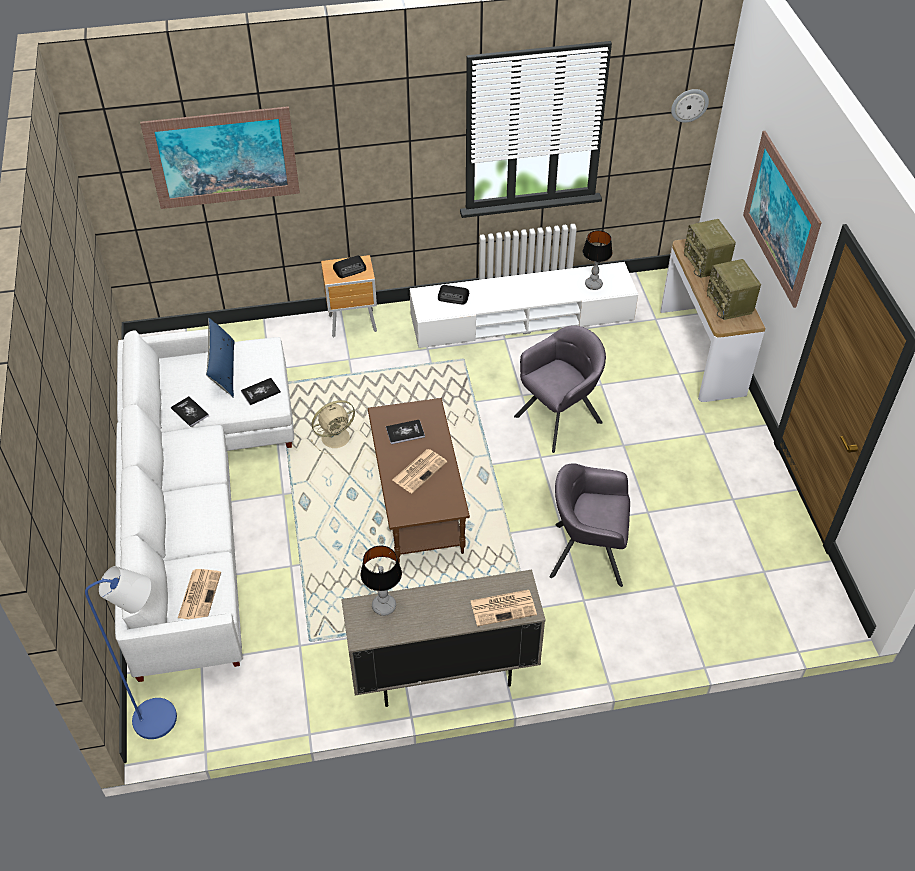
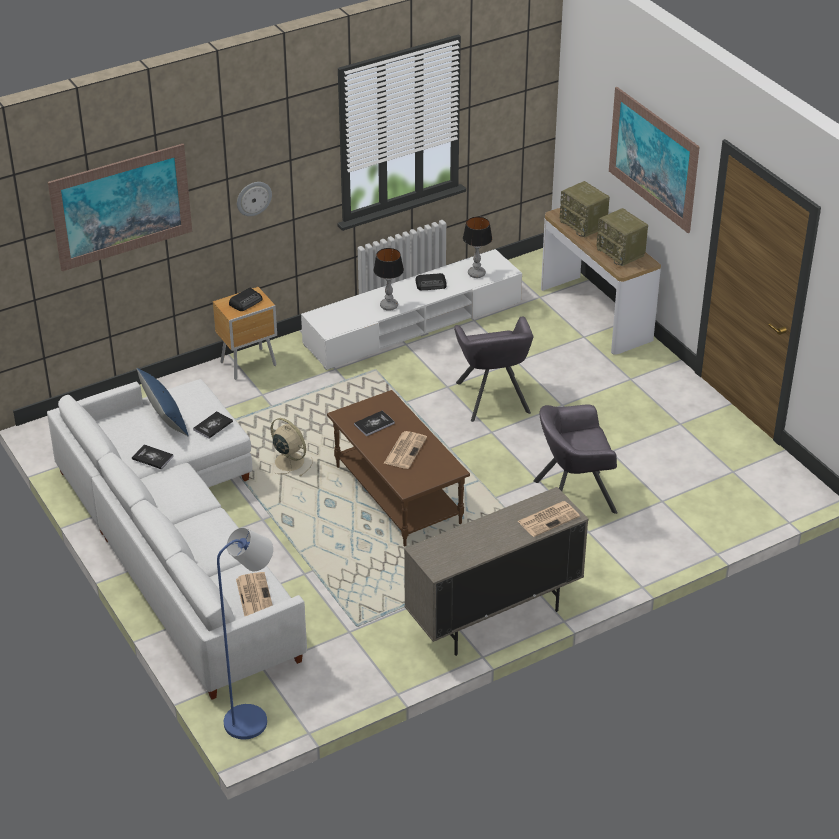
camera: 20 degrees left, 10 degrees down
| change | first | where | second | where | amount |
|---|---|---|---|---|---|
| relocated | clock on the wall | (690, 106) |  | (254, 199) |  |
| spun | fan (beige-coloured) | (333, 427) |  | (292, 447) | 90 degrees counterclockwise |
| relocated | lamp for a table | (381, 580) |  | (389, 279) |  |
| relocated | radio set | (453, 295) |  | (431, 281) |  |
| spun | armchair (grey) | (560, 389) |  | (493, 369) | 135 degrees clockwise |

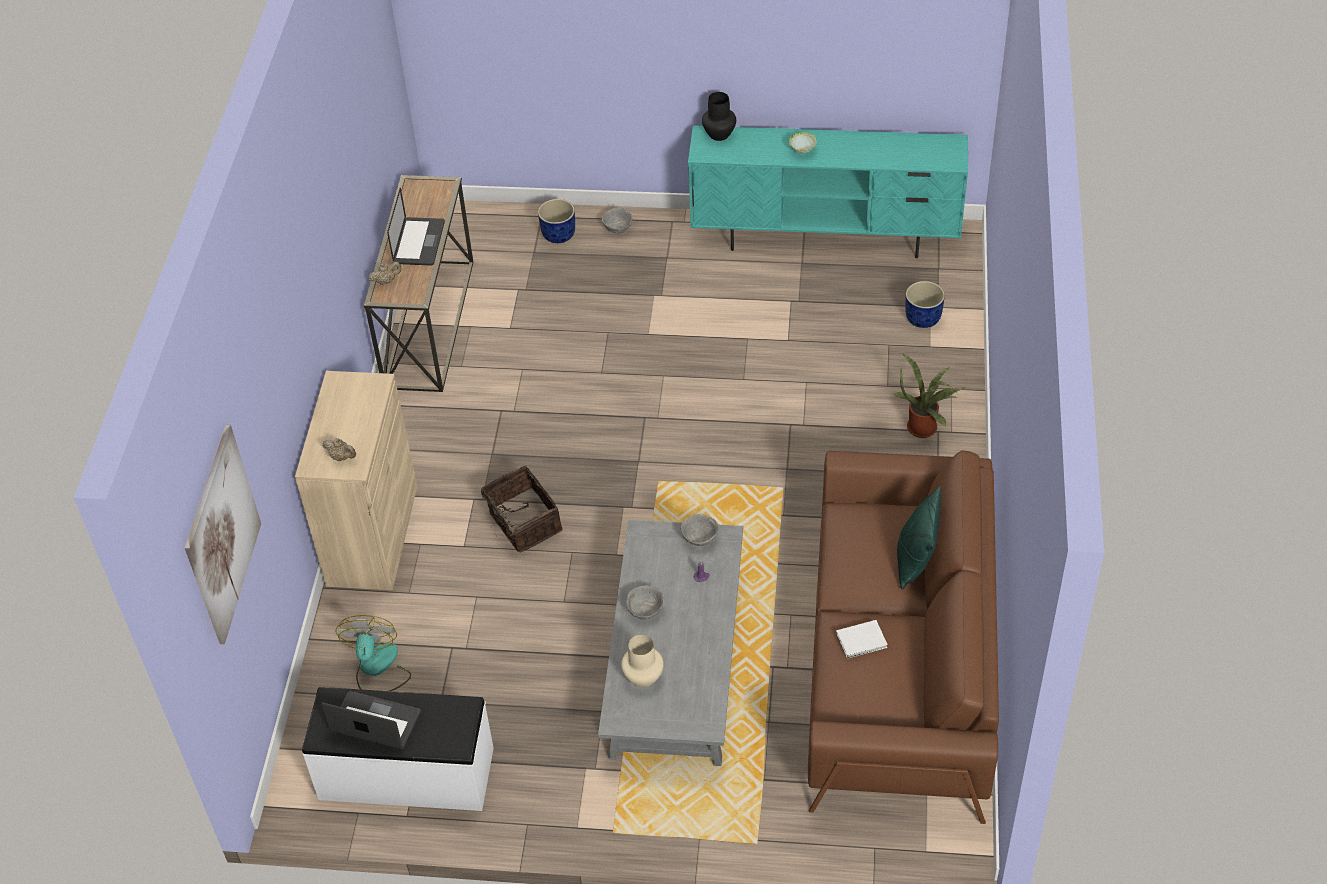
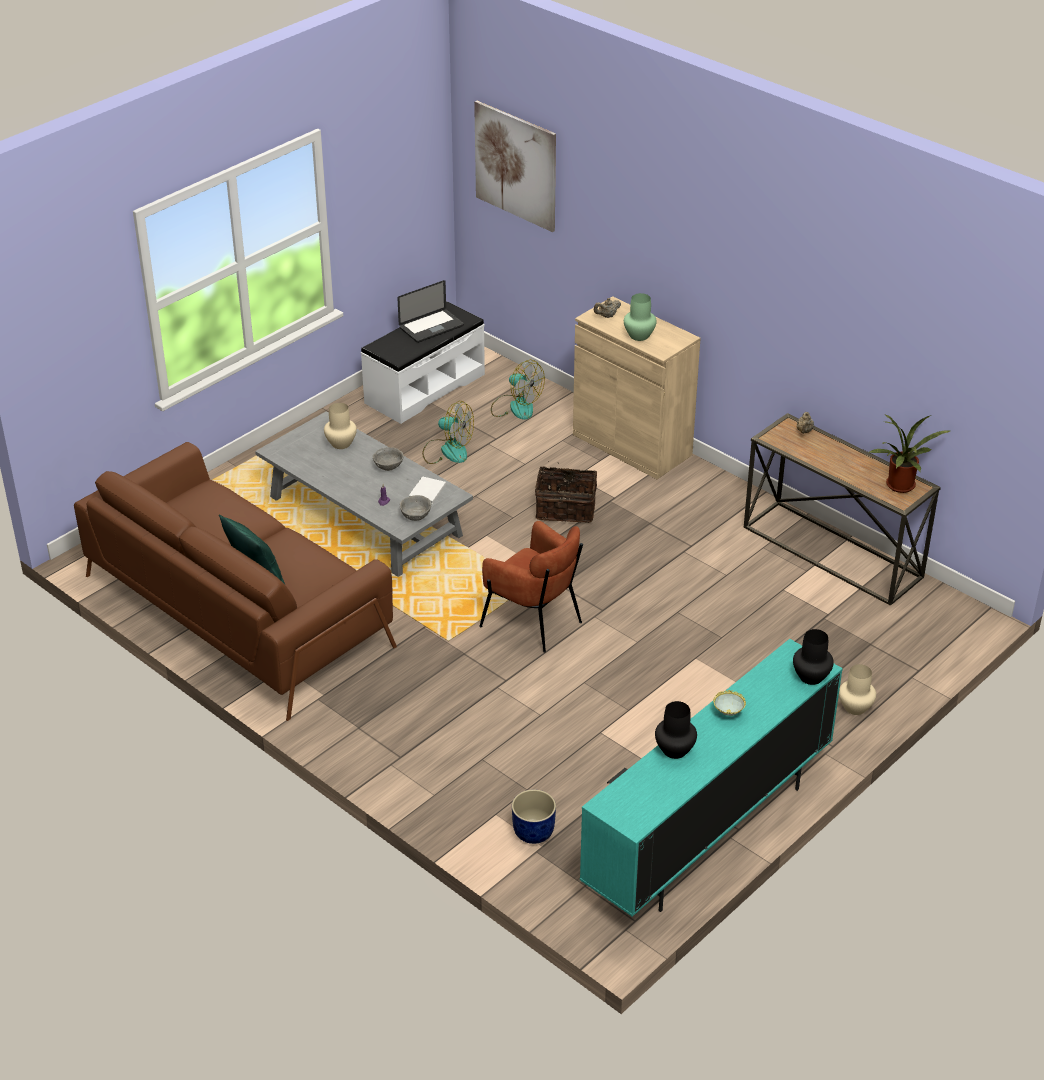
camera: 125 degrees right, 10 degrees down
| change | first | where | second | where | amount |
|---|---|---|---|---|---|
| relocated | volume (whitish) | (862, 639) |  | (427, 490) |  |
| appeared |  |  | fan | (448, 432) |  |
| appeared |  |  | armchair (brownish) | (531, 586) |  |
| appeared |  |  | decorative vase (green) | (640, 317) |  |
| appeared |  |  | decorative vase (black-coloured) | (676, 730) |  |
| exchanged | serving bowl (grey) | (617, 220) | decorative vase (beige-coloured) | (857, 689) |  |
| relocated | houseplant | (929, 395) |  | (909, 453) |  |
| missing | portable computer | (416, 227) |  |  |  |
| missing | flower pot (bluish) | (556, 221) |  |  |  |

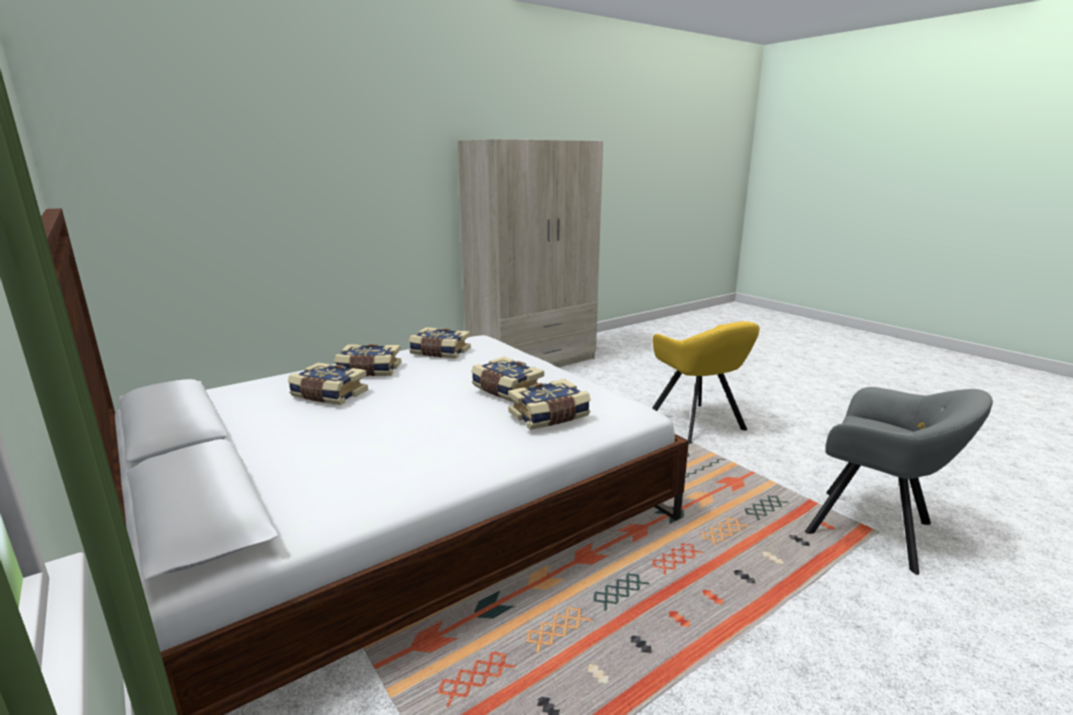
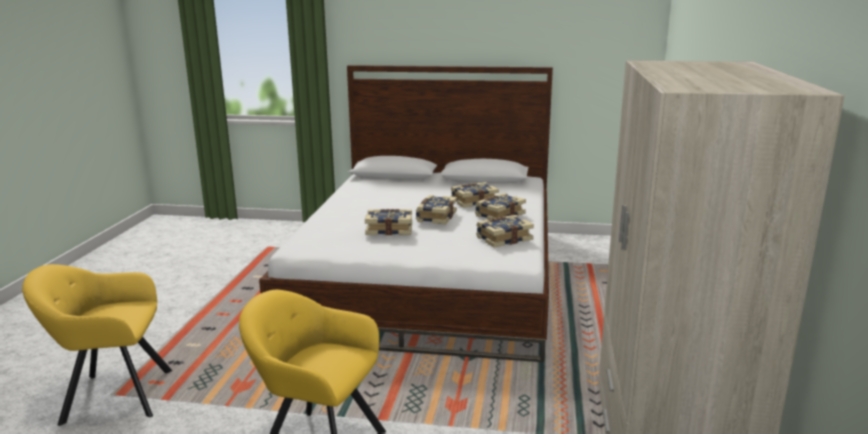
camera: 135 degrees right, 0 degrees up
| change | first | where | second | where | amount |
|---|---|---|---|---|---|
| colour | armchair (grey) | (899, 481) | armchair (yellow) | (97, 345) |  |
| relocated | volume | (549, 404) |  | (436, 209) |  |

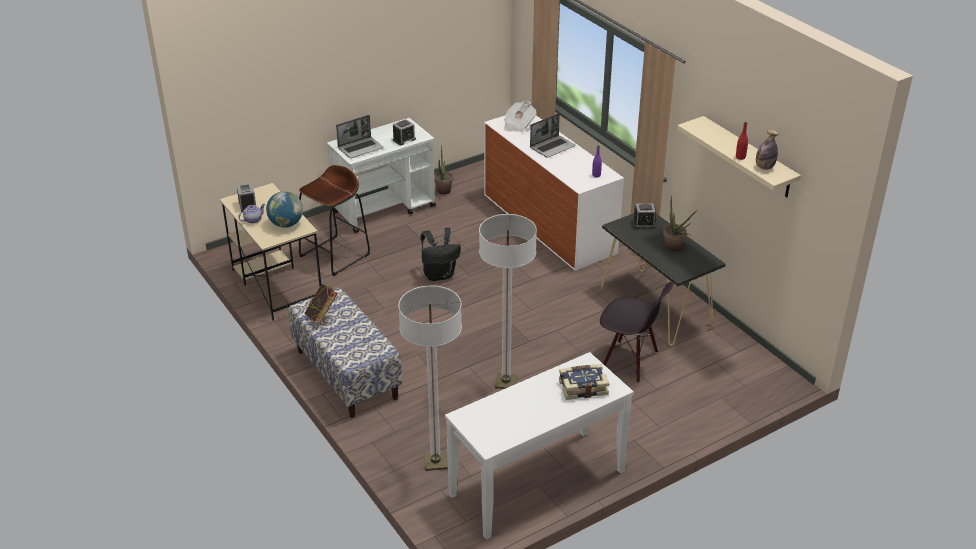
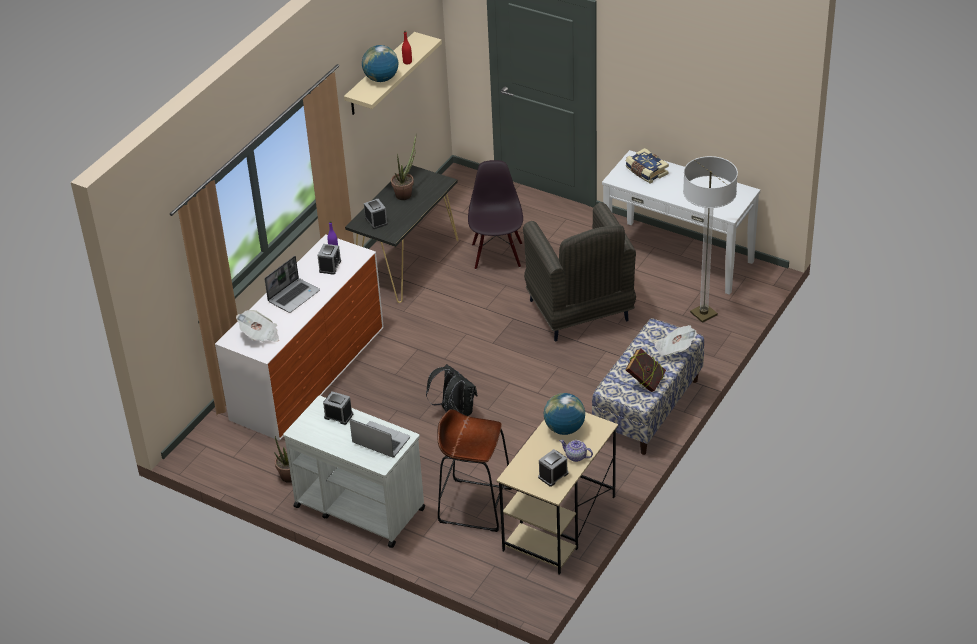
camera: 115 degrees left, 5 degrees up
| change | first | where | second | where | amount |
|---|---|---|---|---|---|
| spun | portable computer | (553, 135) |  | (292, 284) | 105 degrees clockwise |
| appeared |  |  | alarm clock | (329, 259) |  |
| appeared |  |  | world globe | (380, 63) |  |
| exchanged | floor lamp | (508, 301) | armchair (grey) | (579, 271) |  |
| appeared |  |  | printed paper | (675, 341) |  |
| missing | beverage bottle | (767, 150) |  |  |  |

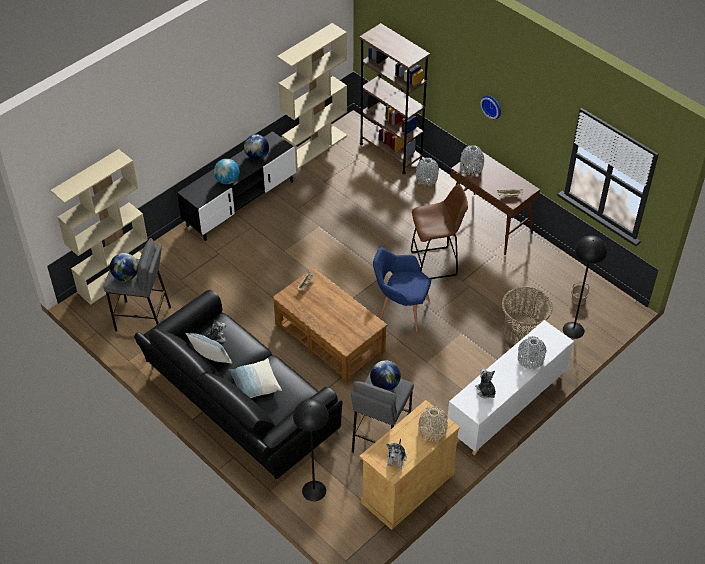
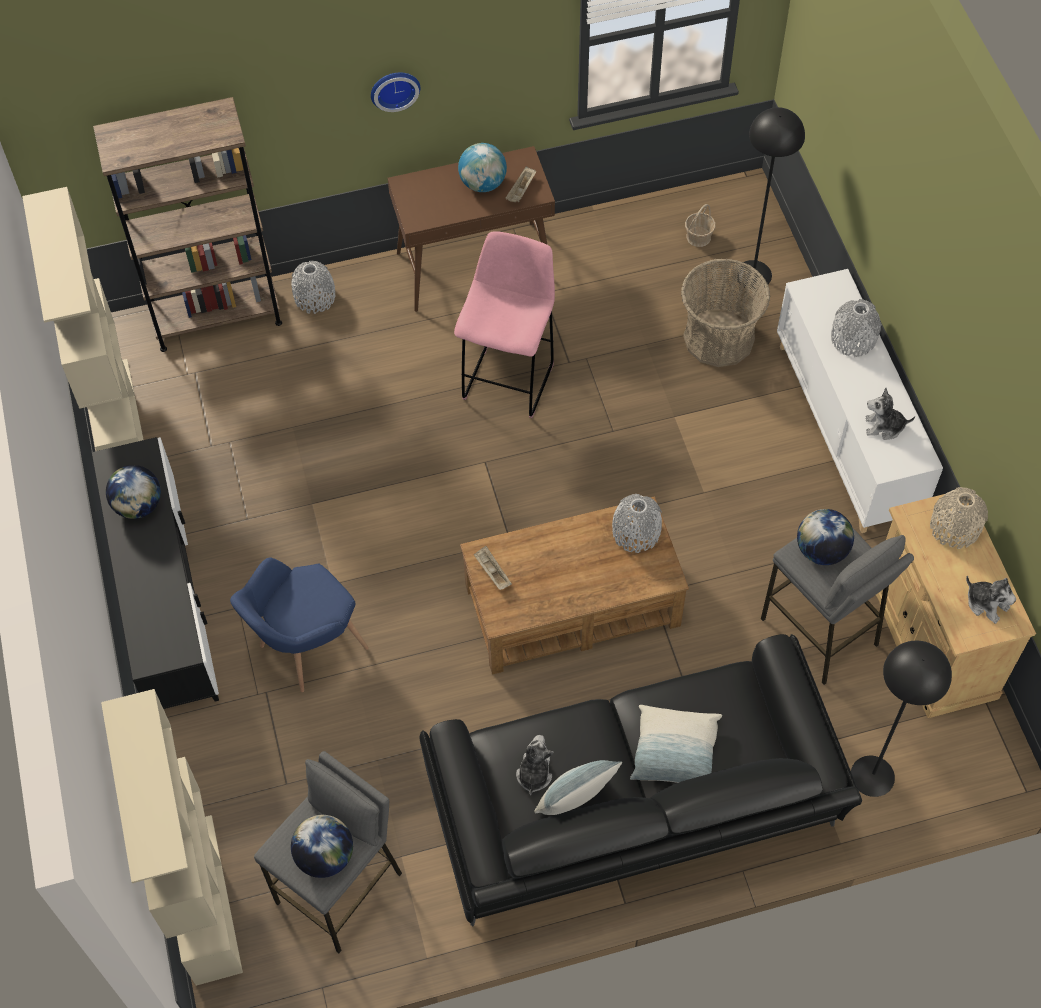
camera: 60 degrees left, 10 degrees up
| change | first | where | second | where | amount |
|---|---|---|---|---|---|
| relocated | armchair (bluish) | (402, 290) |  | (299, 624) |  |
| colour | stool (brownish) | (439, 231) | stool (pink-coloured) | (504, 324) |  |
| relocated | world globe | (226, 171) |  | (482, 167) |  |
| relocated | decorative vase (grey) | (472, 160) |  | (637, 523) |  |

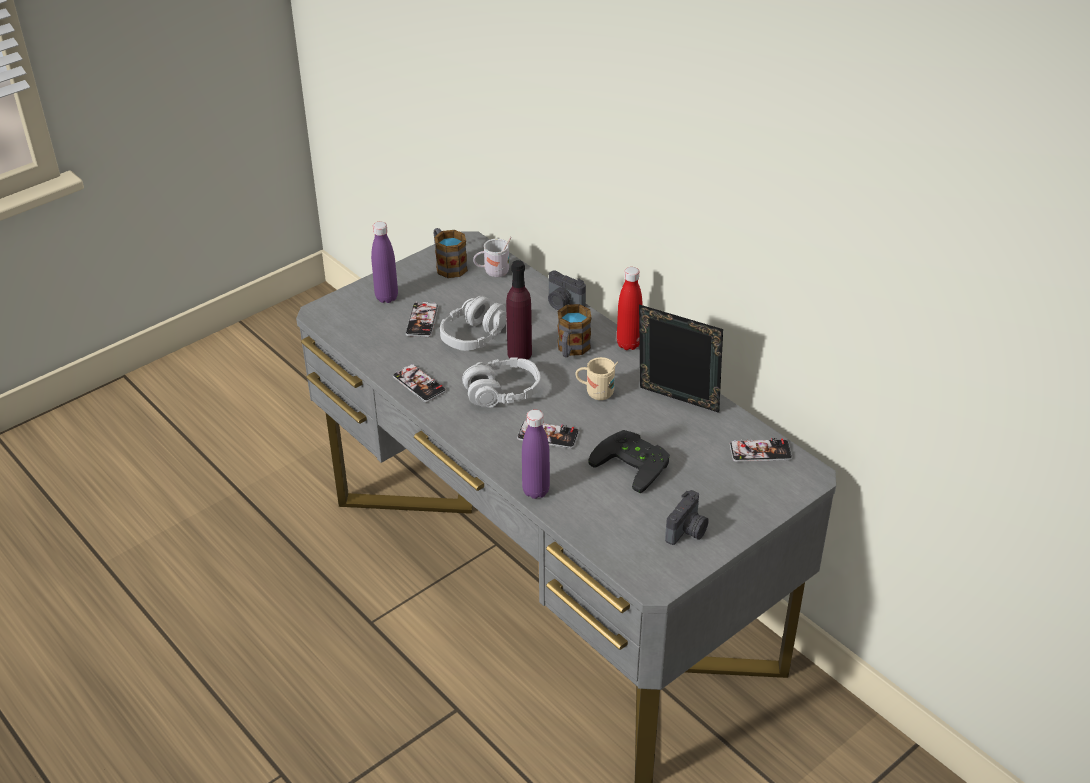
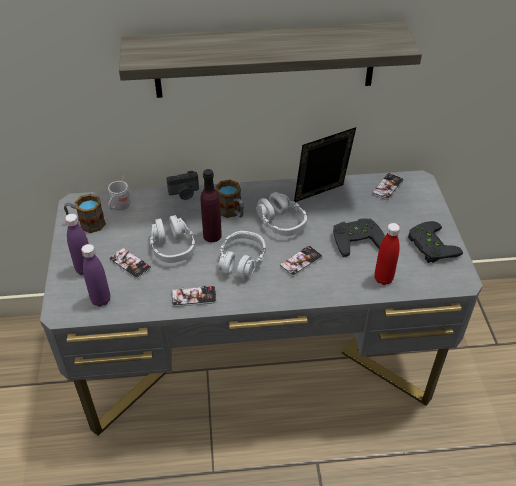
camera: 55 degrees left, 5 degrees up
| change | first | where | second | where | amount |
|---|---|---|---|---|---|
| relocated | beverage bottle (purple-coloured) | (536, 454) |  | (95, 275) |  |
| appeared |  |  | wall shelf | (270, 60) |  |
| exchanged | coffee mug (beige-coloured) | (597, 378) | pair of headphones (grey) | (281, 214) |  |
| relocated | beverage bottle (red-coloured) | (630, 308) |  | (387, 254) |  |
| exchanged | still camera | (687, 517) | game controller (black-coloured) | (435, 242) |  |

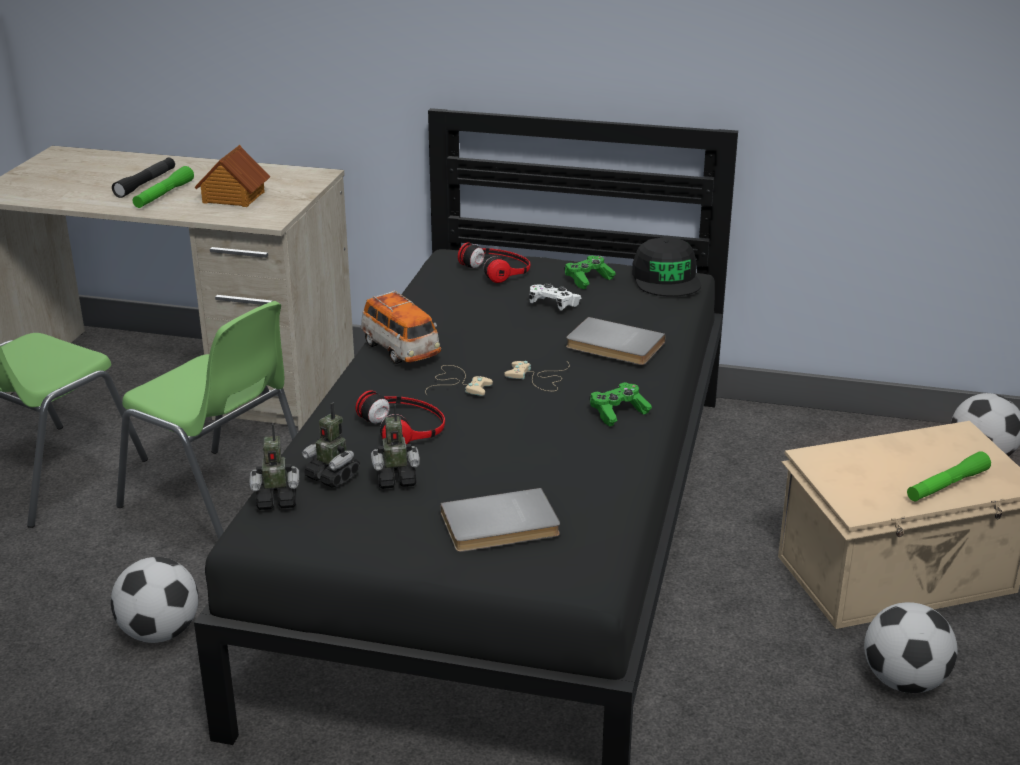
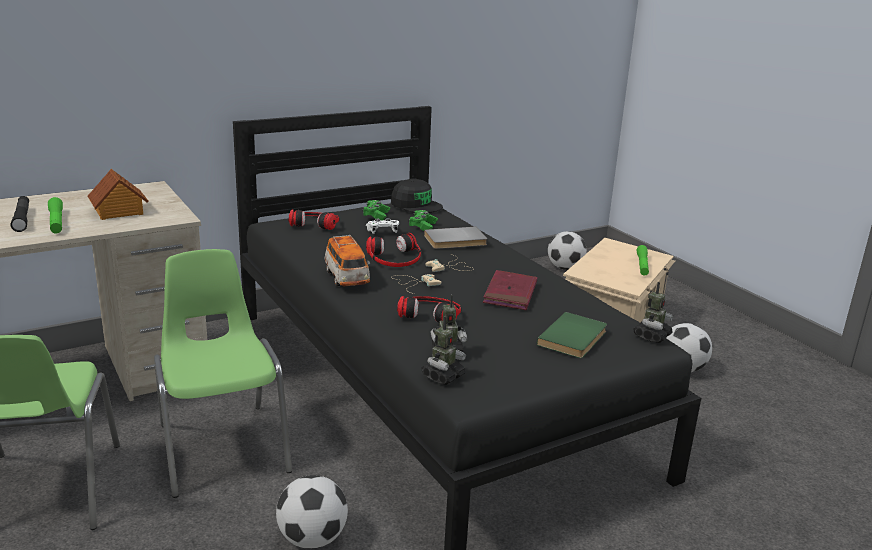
camera: 45 degrees left, 5 degrees down
| change | first | where | second | where | amount |
|---|---|---|---|---|---|
| spun | upright chair (green) | (206, 420) |  | (223, 373) | 105 degrees counterclockwise |
| spun | model car | (401, 327) |  | (347, 260) | 60 degrees clockwise |
| appeared |  |  | pair of headphones | (393, 250) |  |
| relocated | game controller (green) | (620, 404) |  | (423, 220) |  |
| appeared |  |  | volume (red-coloured) | (510, 290) |  |
| colour | volume (grey) | (500, 520) | volume (green) | (572, 335) |  |
| relocated | toy robot | (395, 446) |  | (653, 312) |  |

